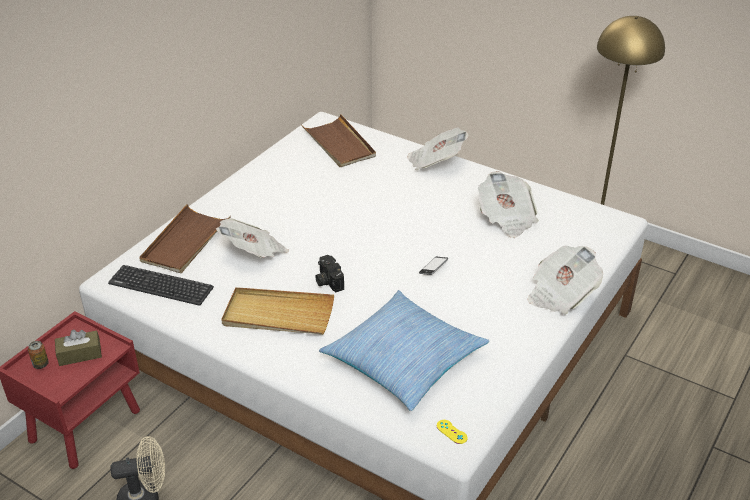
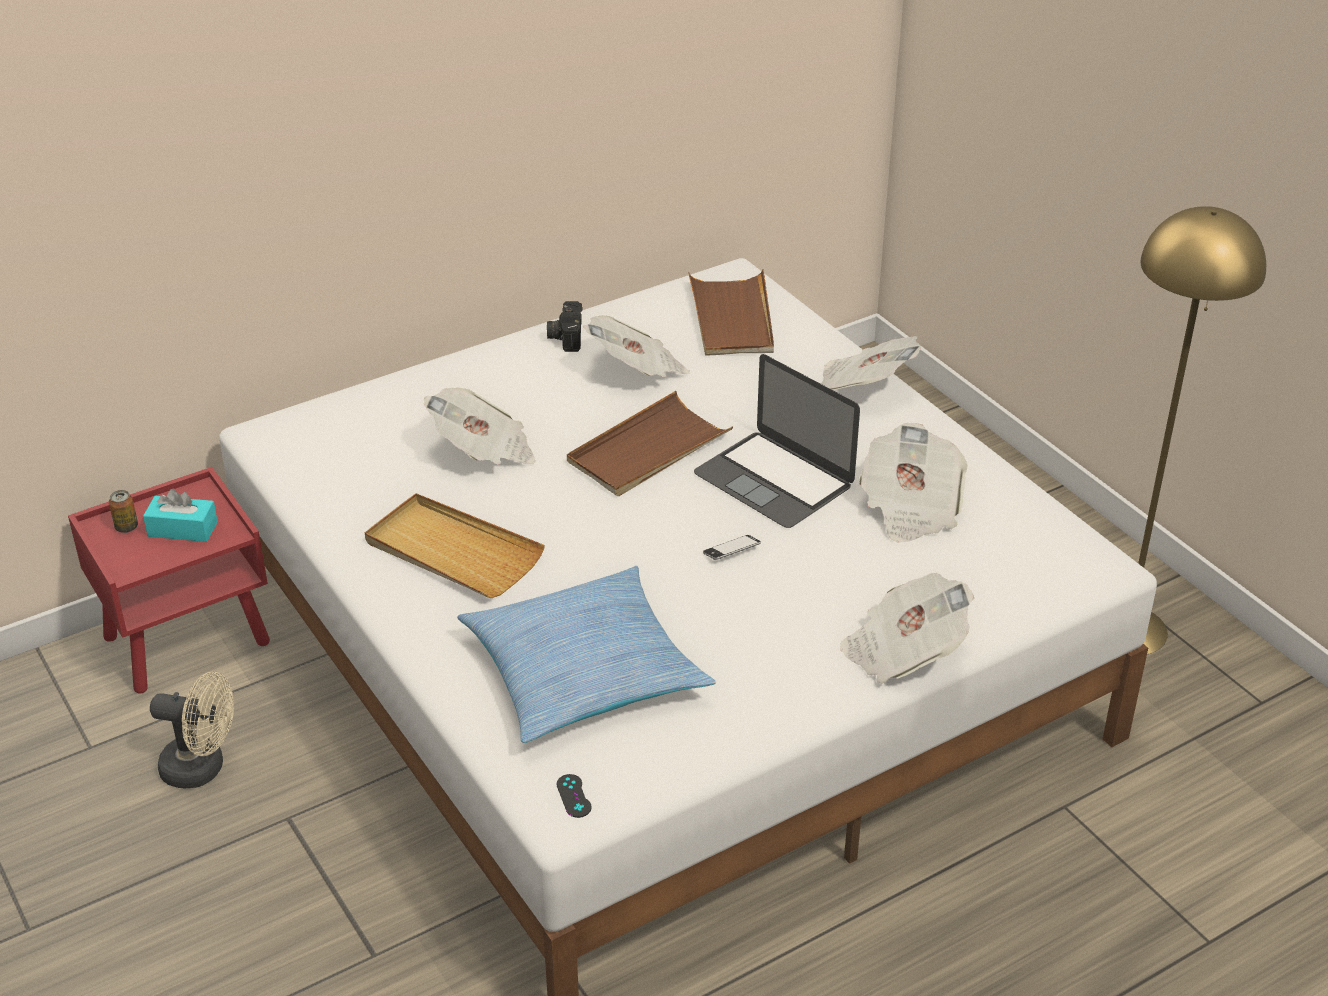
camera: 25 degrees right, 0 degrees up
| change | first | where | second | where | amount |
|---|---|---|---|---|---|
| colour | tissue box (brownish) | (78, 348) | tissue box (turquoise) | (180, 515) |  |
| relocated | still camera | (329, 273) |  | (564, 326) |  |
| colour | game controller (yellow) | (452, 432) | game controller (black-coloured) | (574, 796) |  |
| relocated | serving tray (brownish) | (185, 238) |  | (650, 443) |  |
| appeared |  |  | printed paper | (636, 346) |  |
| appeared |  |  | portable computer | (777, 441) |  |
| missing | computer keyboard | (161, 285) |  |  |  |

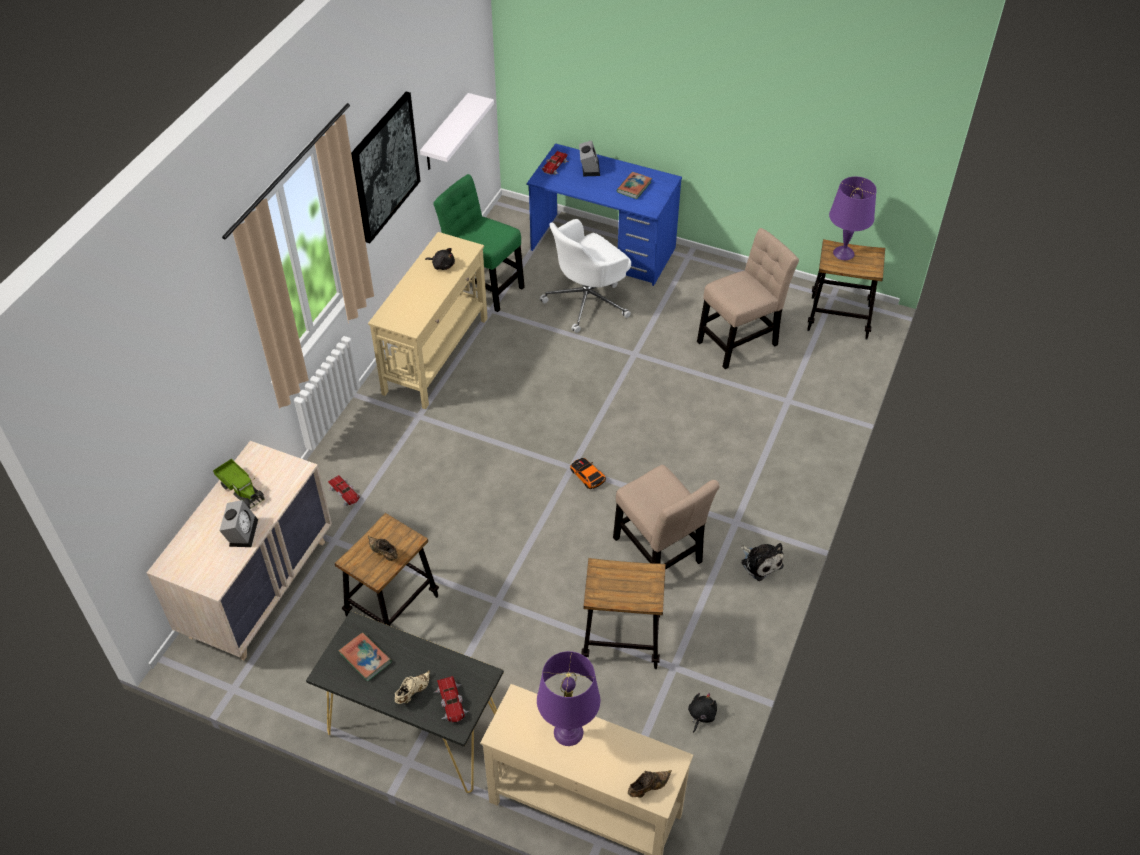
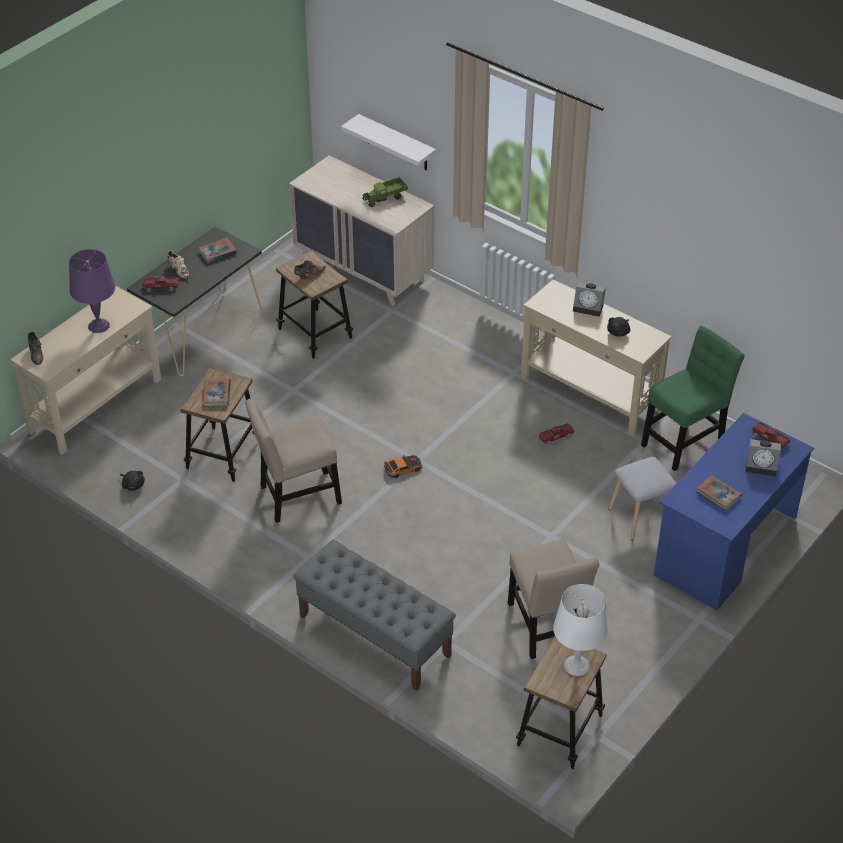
camera: 105 degrees right, 5 degrees down
| change | first | where | second | where | amount |
|---|---|---|---|---|---|
| appeared |  |  | volume | (217, 392) |  |
| appeared |  |  | bench (grey) | (375, 615) |  |
| relocated | wall shelf (whitish) | (457, 131) |  | (388, 142) |  |
| relocated | model car | (344, 490) |  | (557, 434) |  |
| colour | lamp for a table (purple-coloured) | (853, 218) | lamp for a table (whitish) | (580, 630) |  |
| relocated | alarm clock | (238, 523) |  | (589, 299) |  |
| exchanged | desk chair (whitish) | (585, 276) | stool (grey) | (642, 498) |  |
| missing | picture | (385, 167) |  |  |  |
| missing | soft toy | (762, 562) |  |  |  |

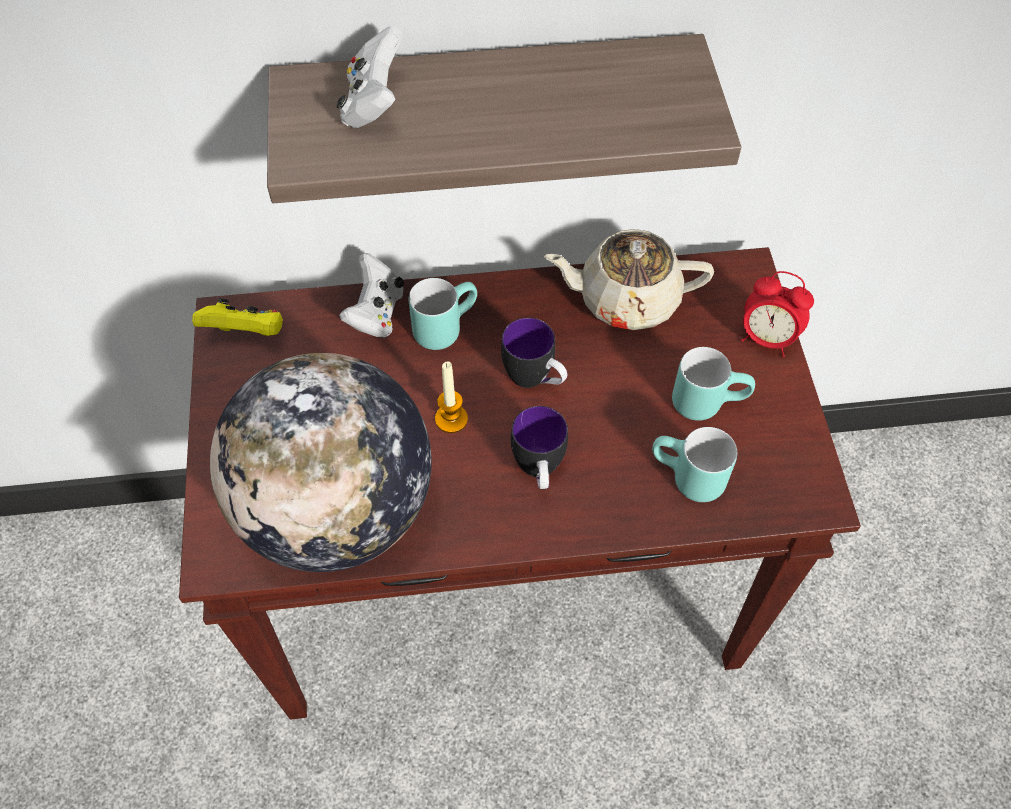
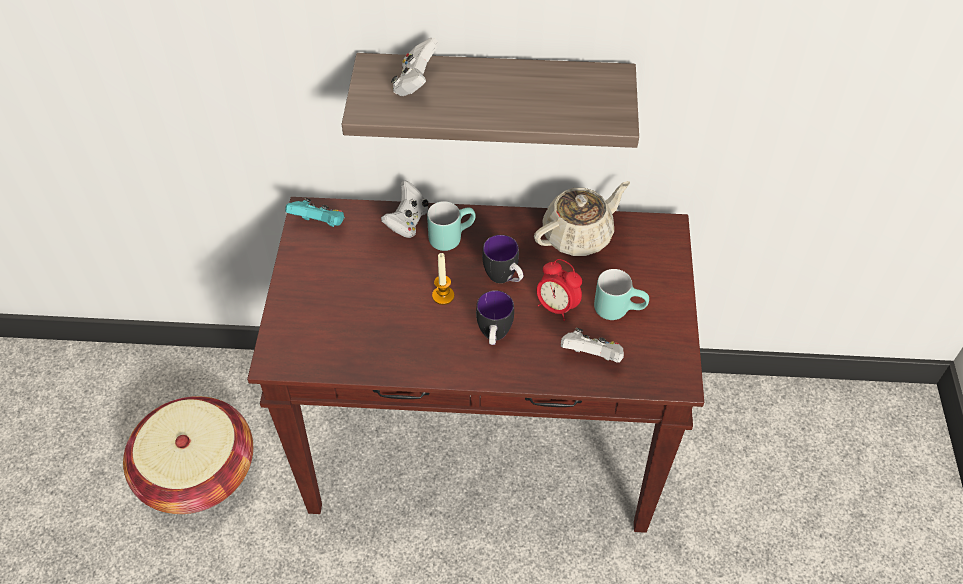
camera: 10 degrees right, 5 degrees down
| change | first | where | second | where | amount |
|---|---|---|---|---|---|
| appeared |  |  | basket | (188, 455) |  |
| colour | game controller (yellow) | (237, 317) | game controller (turquoise) | (315, 212) |  |
| spun | pot for tea (beige-coloured) | (629, 279) |  | (582, 218) | 135 degrees clockwise |
| relocated | alarm clock | (777, 314) |  | (559, 290) |  |
| exchanged | coffee mug (turquoise) | (694, 464) | game controller (whitish) | (592, 345) |  |
| missing | world globe | (321, 462) |  |  |  |

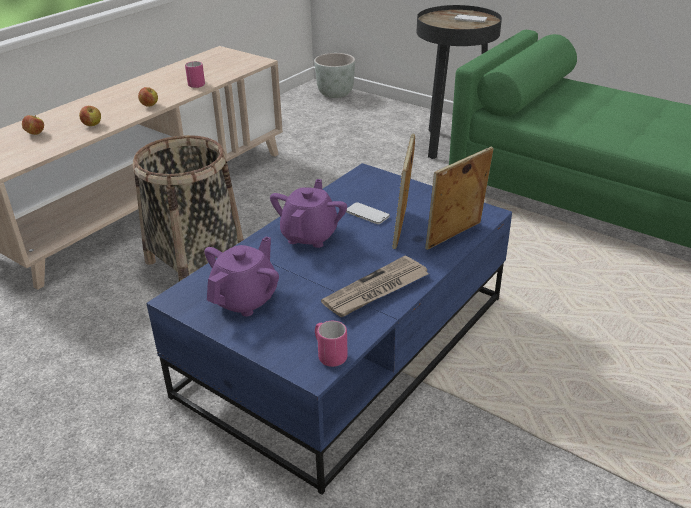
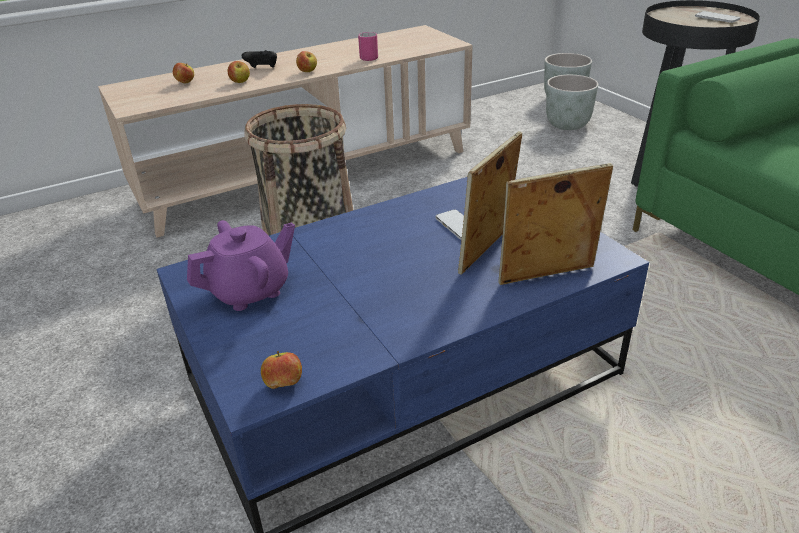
camera: 25 degrees right, 0 degrees up
| change | first | where | second | where | amount |
|---|---|---|---|---|---|
| appeared |  |  | game controller (black-coloured) | (259, 59) |  |
| exchanged | coffee mug (pink-coloured) | (331, 344) | apple fruit | (281, 370) |  |
| appeared |  |  | flower pot (grey) | (572, 102) |  |
| missing | pot for tea (purple-coloured) | (308, 213) |  |  |  |
| missing | printed paper | (374, 286) |  |  |  |

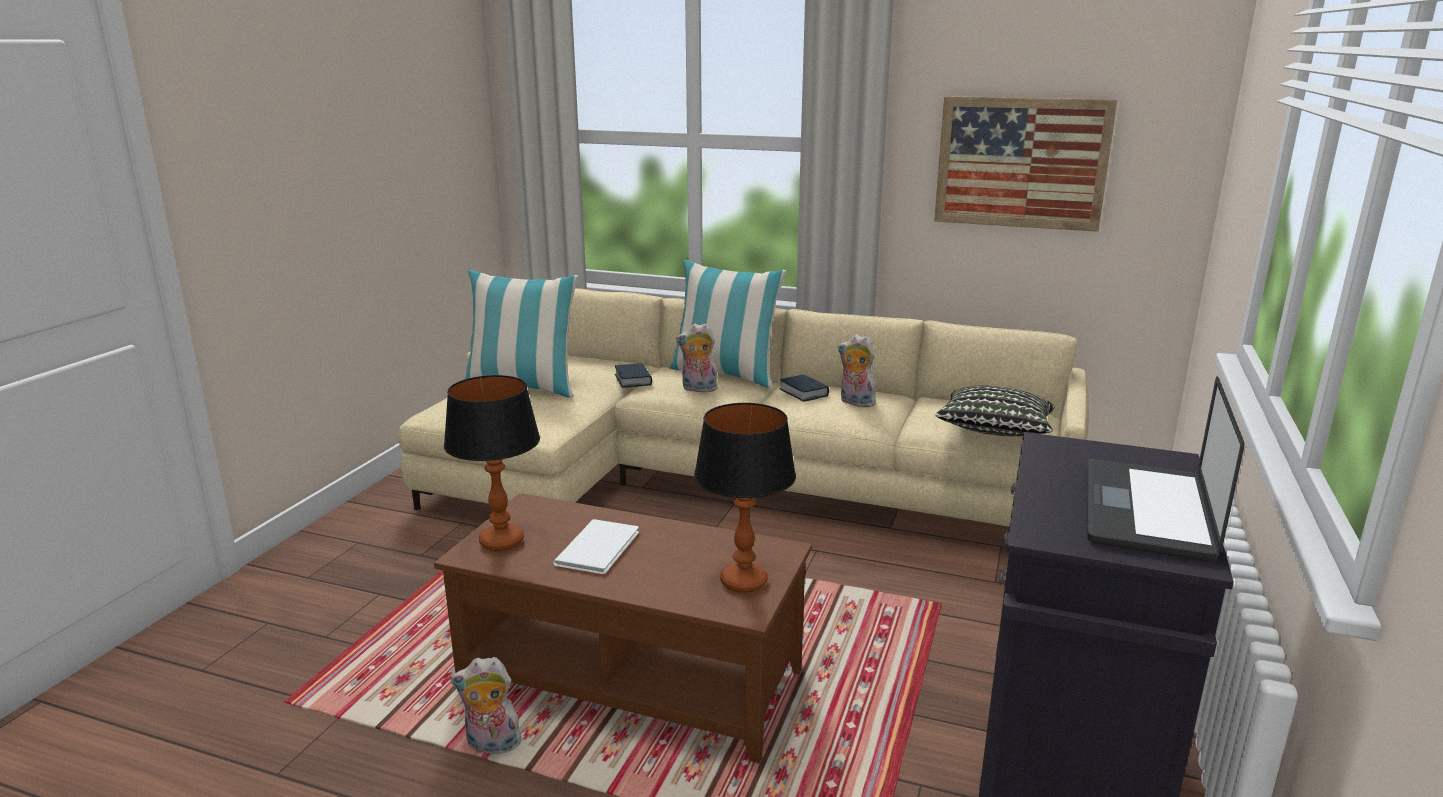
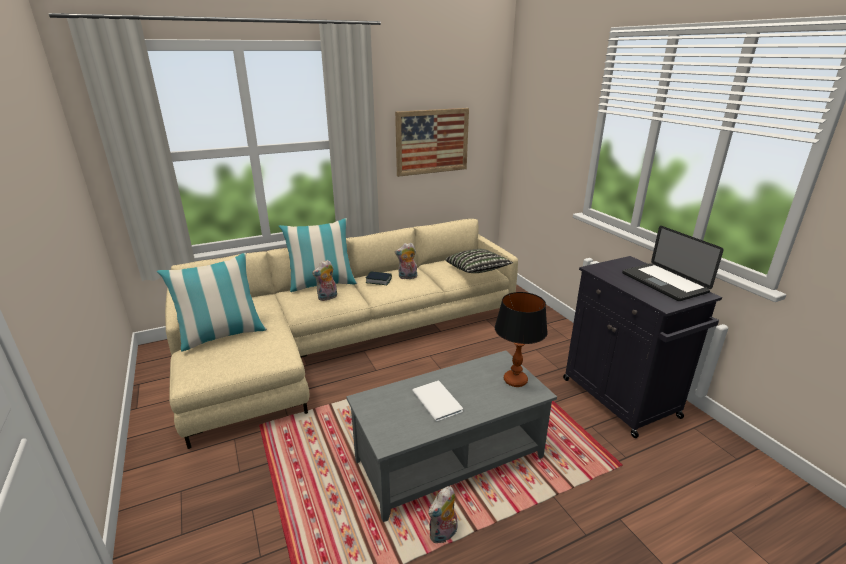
camera: 45 degrees left, 5 degrees up
| change | first | where | second | where | amount |
|---|---|---|---|---|---|
| colour | lounge table (brownish) | (623, 628) | lounge table (grey) | (451, 436) |  |
| missing | lamp for a table | (492, 463) |  |  |  |
| missing | volume | (633, 375) |  |  |  |

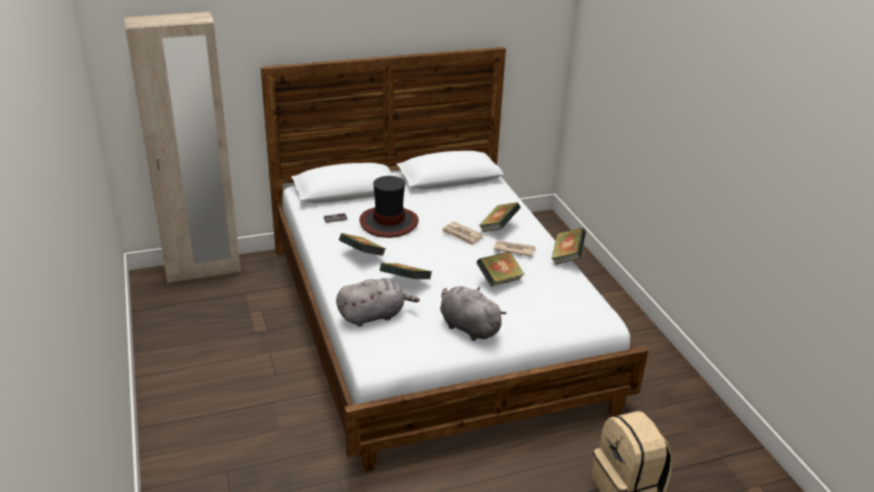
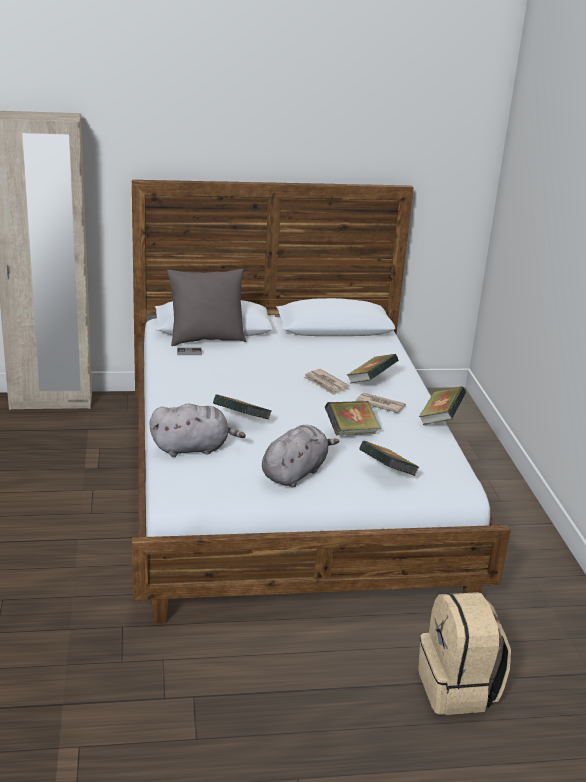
camera: 10 degrees right, 5 degrees down
| change | first | where | second | where | amount |
|---|---|---|---|---|---|
| appeared |  |  | pillow (grey) | (206, 307) |  |
| spun | soft toy (grey) | (473, 313) |  | (300, 456) | 75 degrees clockwise |
| relocated | volume | (362, 244) |  | (389, 458) |  |
| missing | hat | (389, 207) |  |  |  |

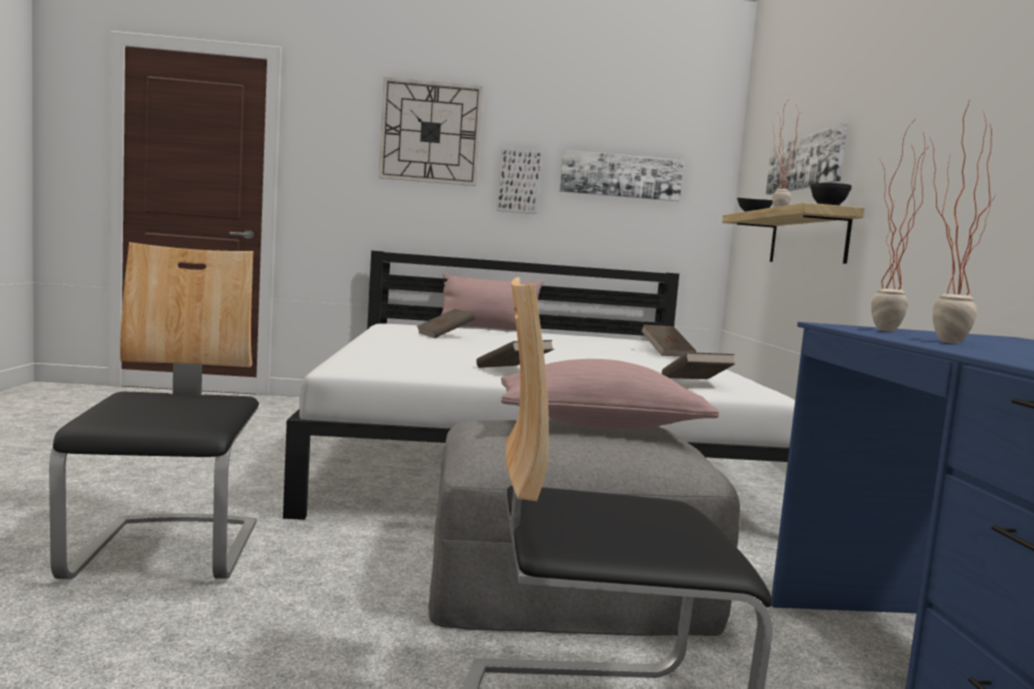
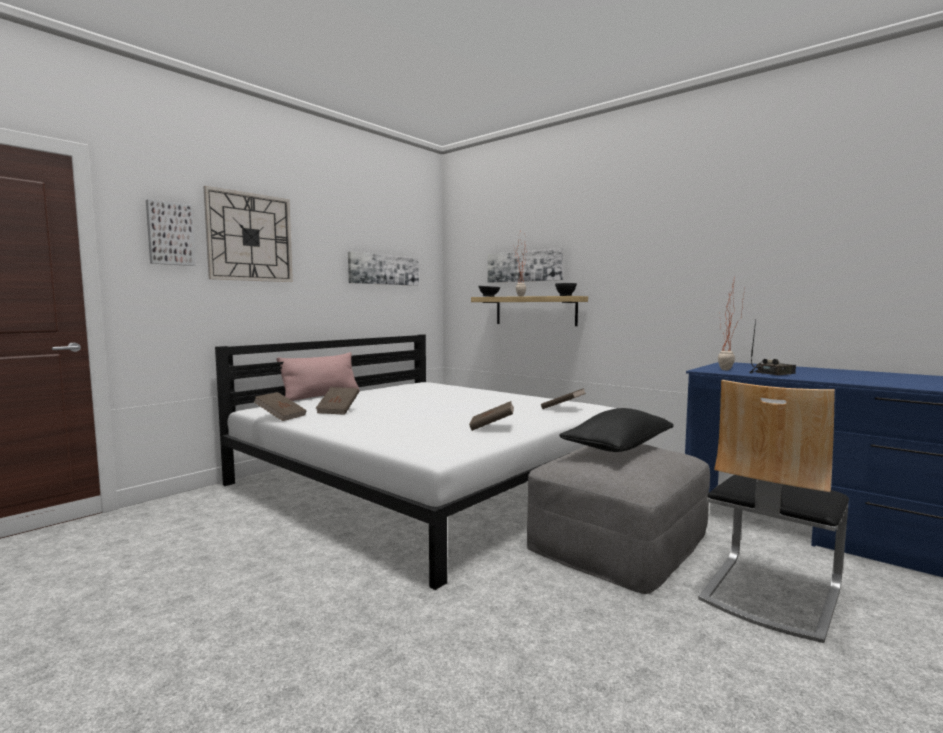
camera: 45 degrees left, 0 degrees up
| change | first | where | second | where | amount |
|---|---|---|---|---|---|
| relocated | picture | (519, 181) |  | (171, 232) |  |
| relocated | volume (brownish) | (668, 340) |  | (280, 406) |  |
| colour | pillow (pink-coloured) | (610, 394) | pillow (black-coloured) | (616, 430) |  |
| exchanged | houseplant | (963, 221) | radio set | (772, 347) |  |
| missing | upright chair | (154, 410) |  |  |  |

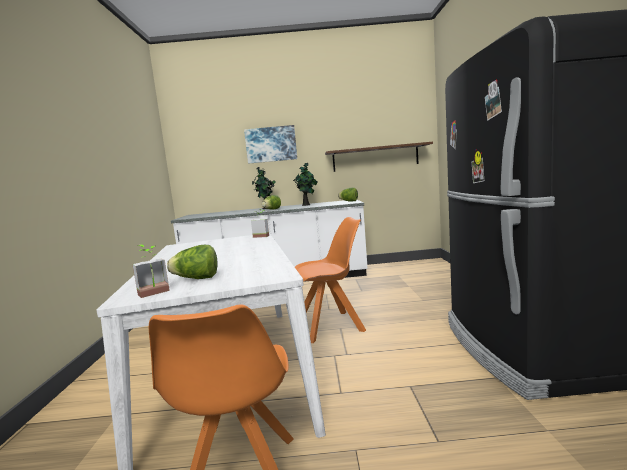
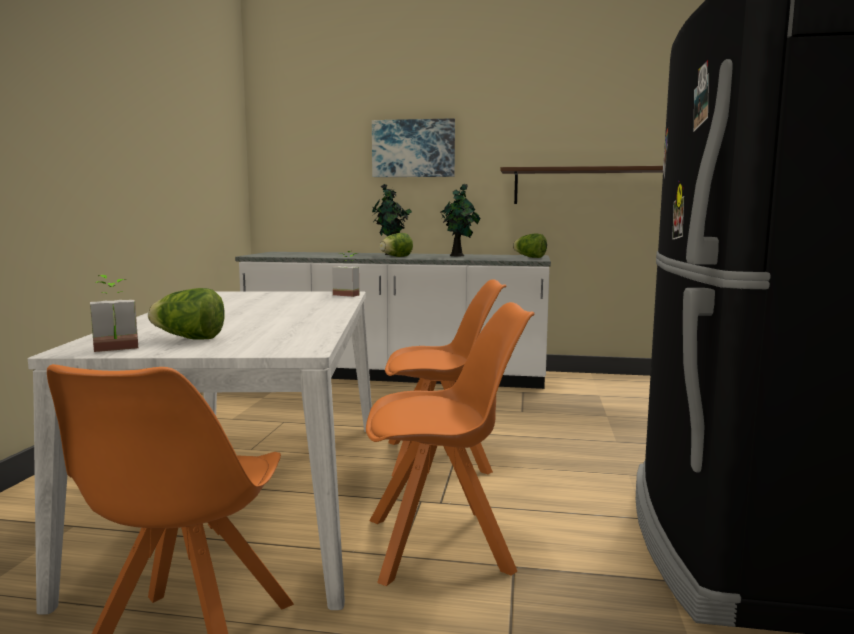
camera: 10 degrees right, 0 degrees up
| change | first | where | second | where | amount |
|---|---|---|---|---|---|
| appeared |  |  | upright chair (orange-coloured) | (450, 444) |  |

